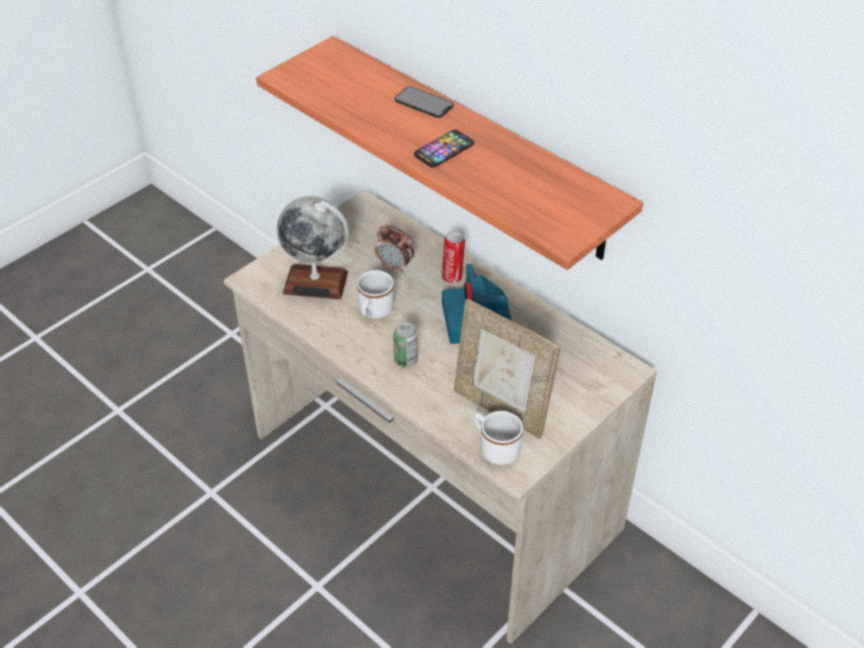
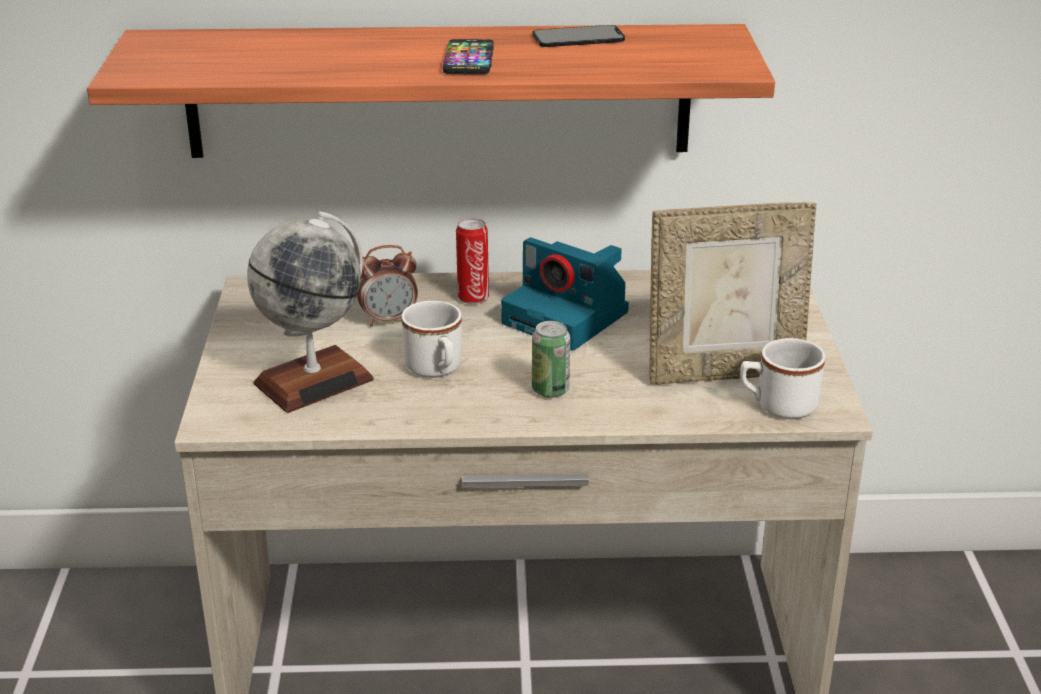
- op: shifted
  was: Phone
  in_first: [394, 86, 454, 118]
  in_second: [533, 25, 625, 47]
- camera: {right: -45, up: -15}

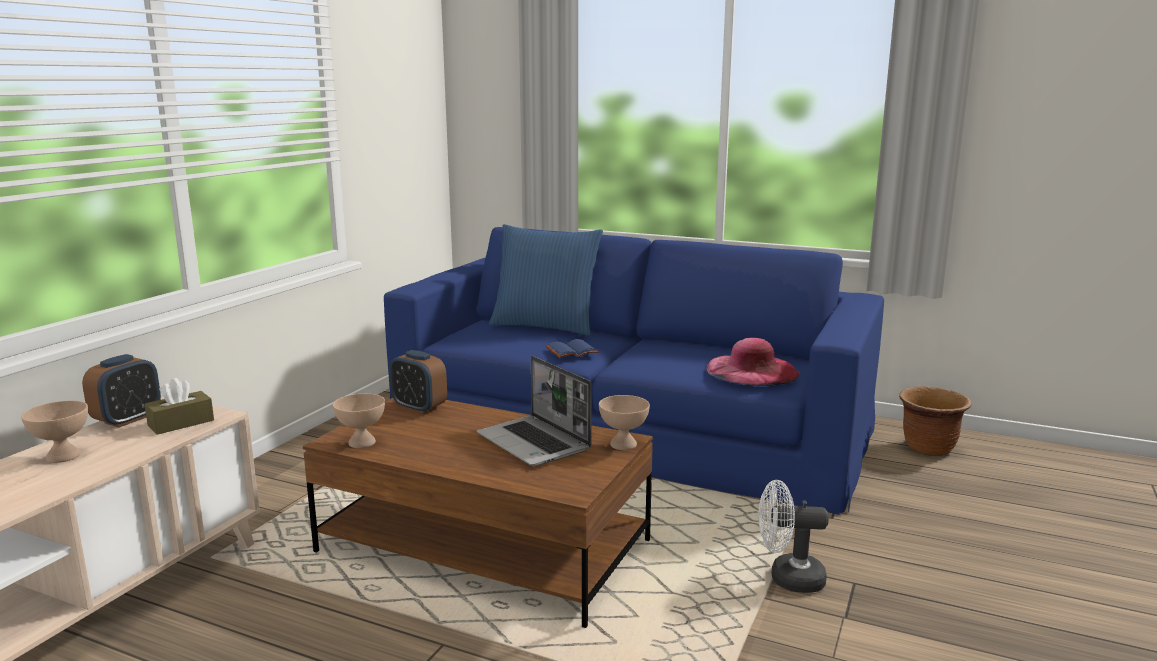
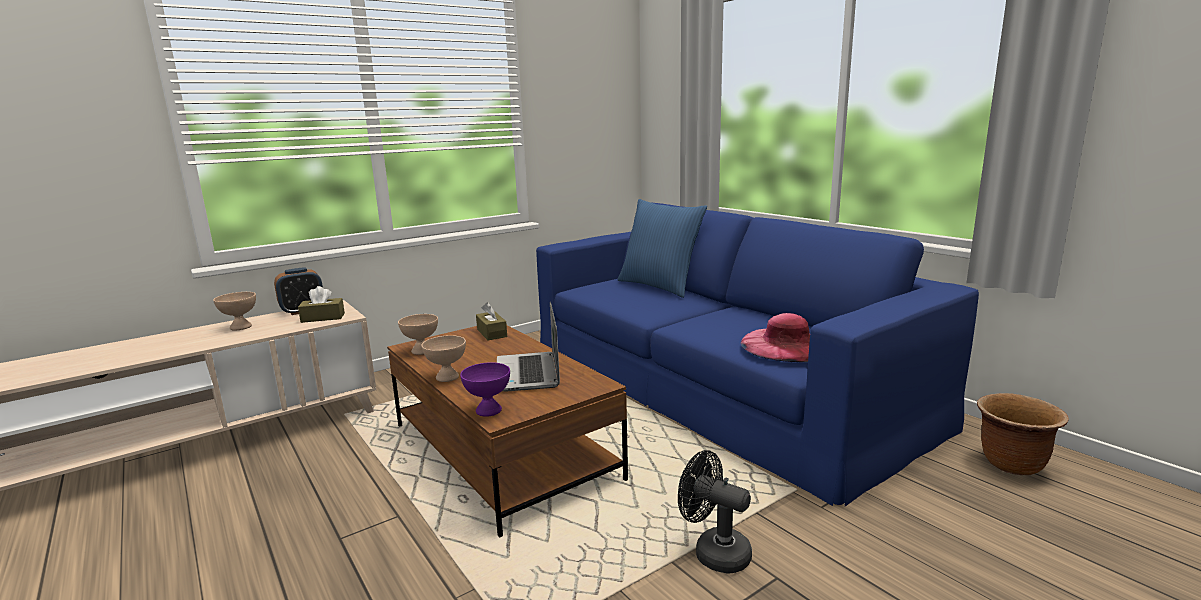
- op: gone
  was: BlueBook
  in_first: [546, 339, 599, 358]
- op: new
  now: PurpleBowl
  in_second: [460, 362, 510, 417]
- op: shifted
  was: BeigeBowl
  in_first: [599, 395, 650, 450]
  in_second: [421, 335, 466, 382]
- op: swapped
  was: AlarmClock
  now: BrownTissueBox
  in_first: [389, 350, 447, 414]
  in_second: [476, 302, 507, 340]
- op: repainted
  was: WhiteFan
  now: BlackFan
  in_first: [758, 480, 829, 593]
  in_second: [678, 450, 752, 574]
- camera: {right: 30, up: 0}

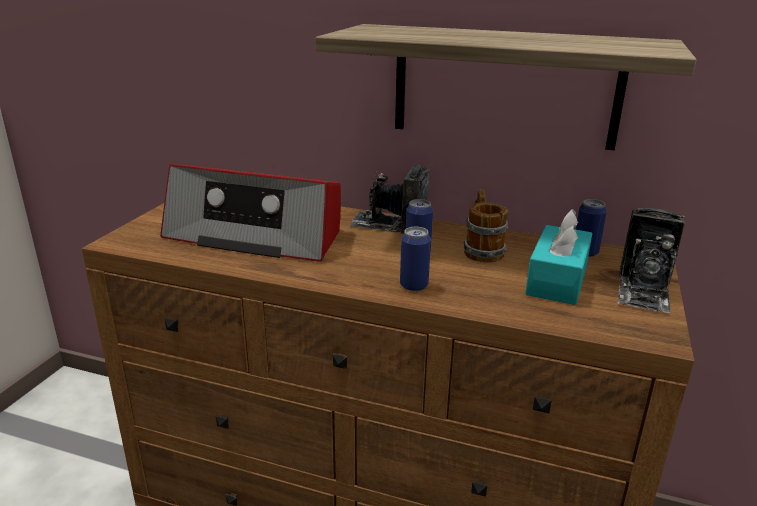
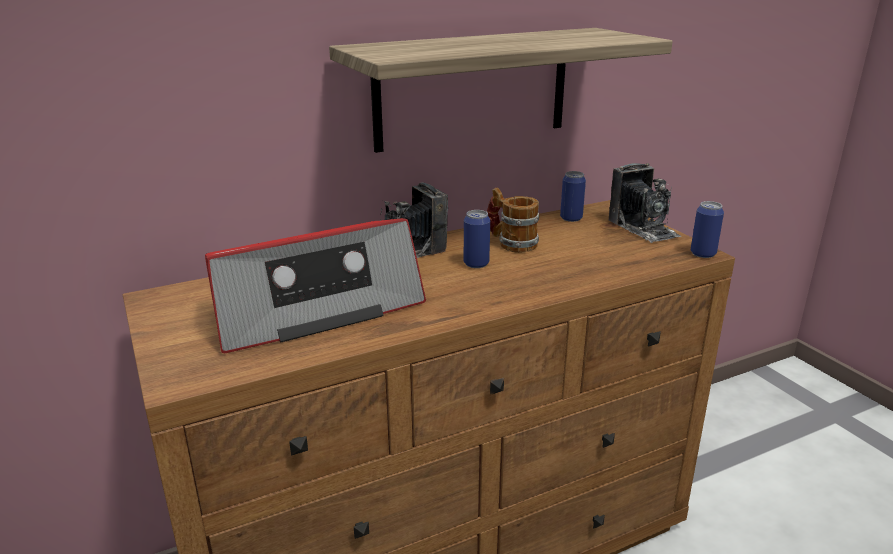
- op: gone
  was: TurquoiseTissueBox
  in_first: [525, 209, 593, 305]
- op: shifted
  was: Can
  in_first: [400, 227, 431, 291]
  in_second: [691, 201, 724, 258]
- camera: {right: -45, up: 0}

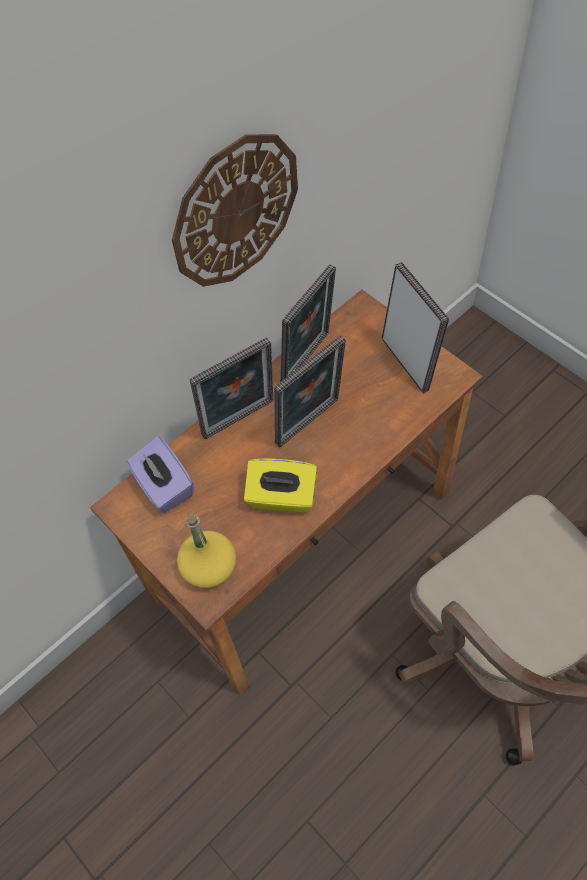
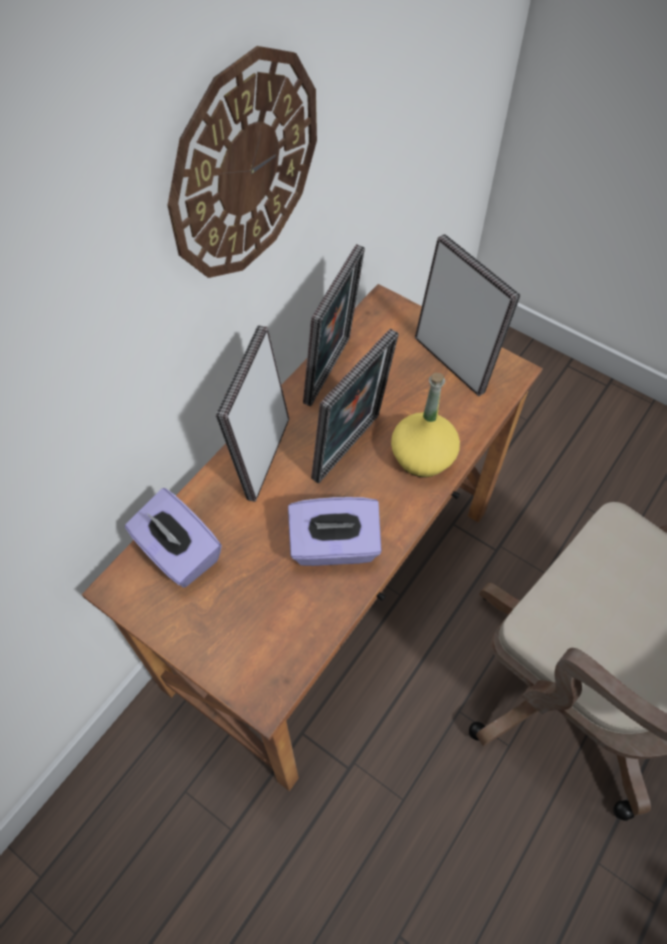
- op: shifted
  was: YellowBottle
  in_first: [177, 515, 236, 588]
  in_second: [391, 373, 460, 477]
- op: repainted
  was: YellowTissueBox
  now: PurpleTissueBox
  in_first: [244, 459, 317, 513]
  in_second: [288, 497, 382, 566]
- op: rotated
  was: PictureFrame
  in_first: [190, 337, 273, 439]
  in_second: [216, 325, 289, 502]
  clockwise: 150
- camera: {right: -15, up: 0}

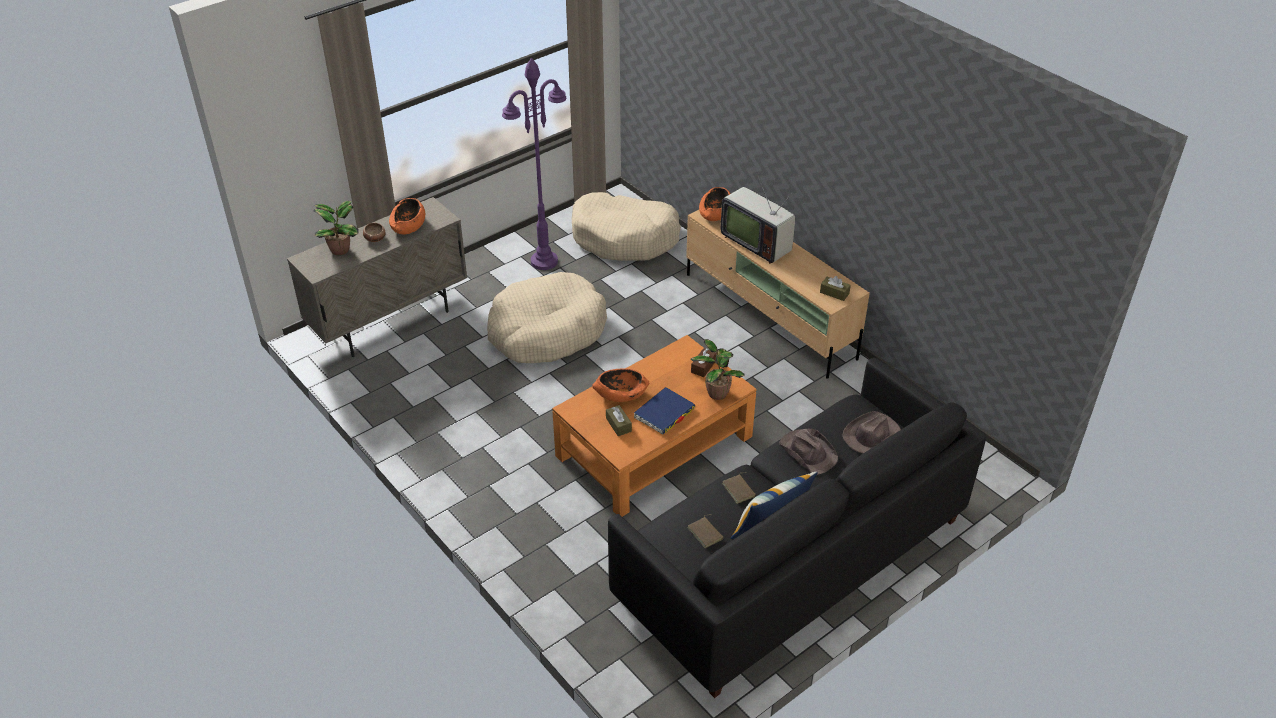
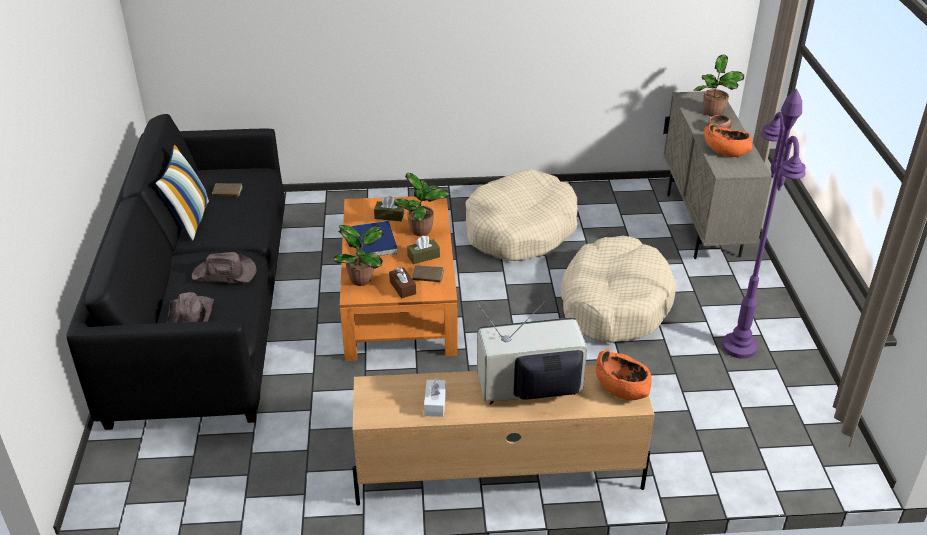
- op: new
  now: WhiteTissueBox
  in_second: [424, 378, 446, 417]
- op: shifted
  was: BeigeDogBed
  in_first: [572, 192, 681, 261]
  in_second: [465, 169, 578, 261]
- op: shifted
  was: BrownBook
  in_first: [722, 473, 756, 504]
  in_second: [412, 265, 444, 284]
- op: shifted
  was: BrownTissueBox
  in_first: [820, 276, 851, 301]
  in_second: [407, 236, 440, 264]
- op: swapped
  was: OrangeBowl
  now: PottedPlant
  in_first: [592, 369, 649, 402]
  in_second: [394, 173, 449, 236]
- camera: {right: 125, up: -5}

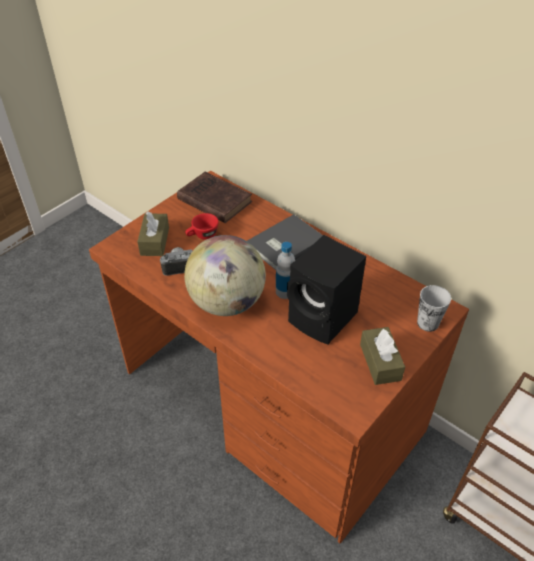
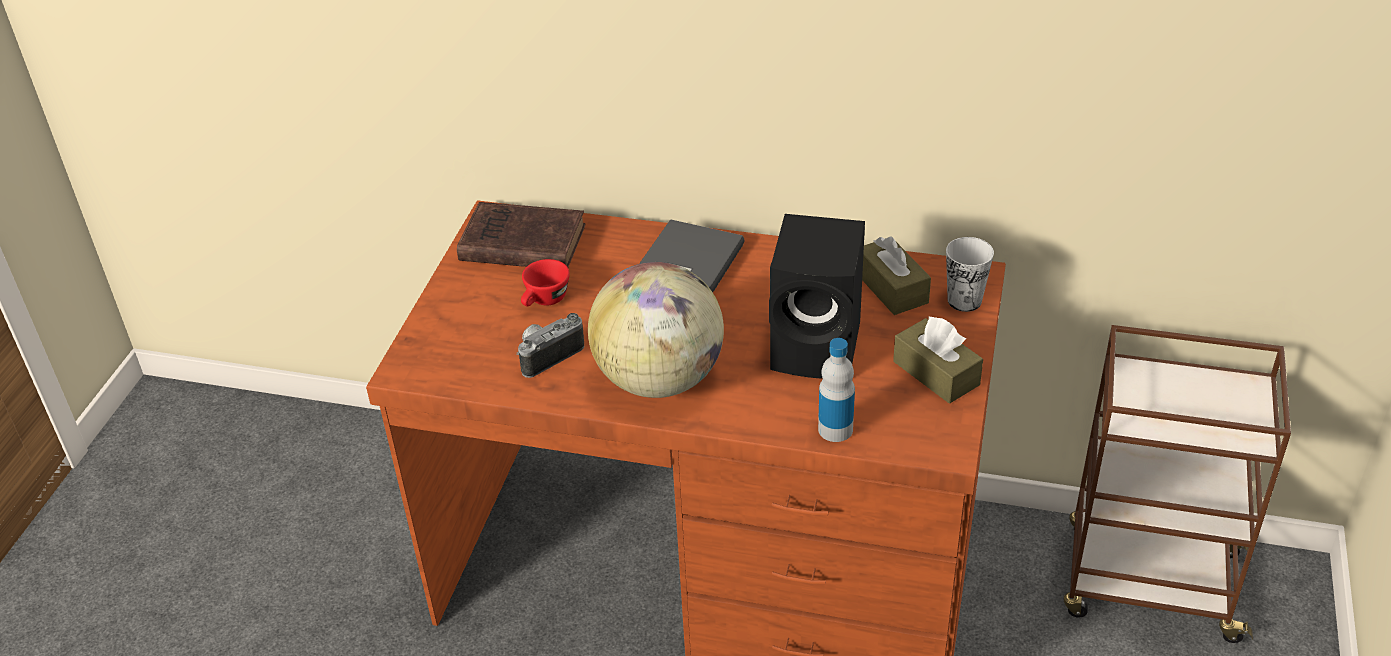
- op: shifted
  was: BrownTissueBox
  in_first: [137, 211, 169, 256]
  in_second: [862, 236, 931, 315]
- op: shifted
  was: Bottle
  in_first: [276, 242, 295, 299]
  in_second: [818, 338, 855, 442]
- camera: {right: -25, up: -5}

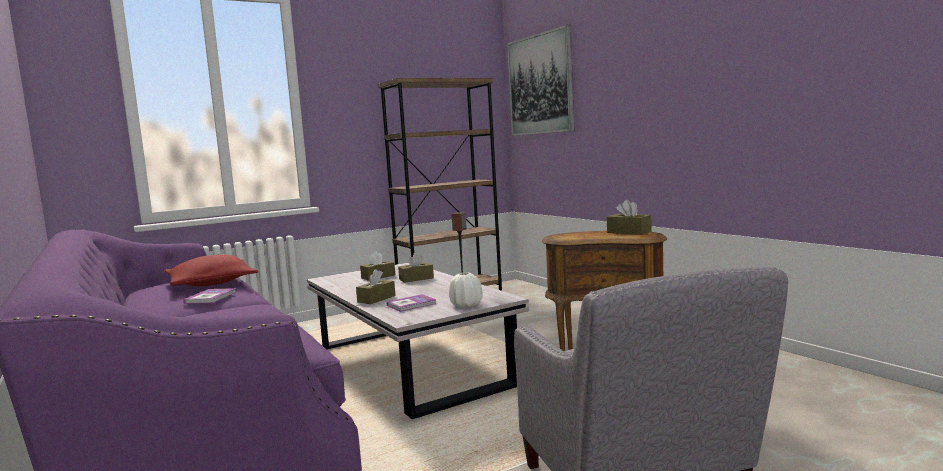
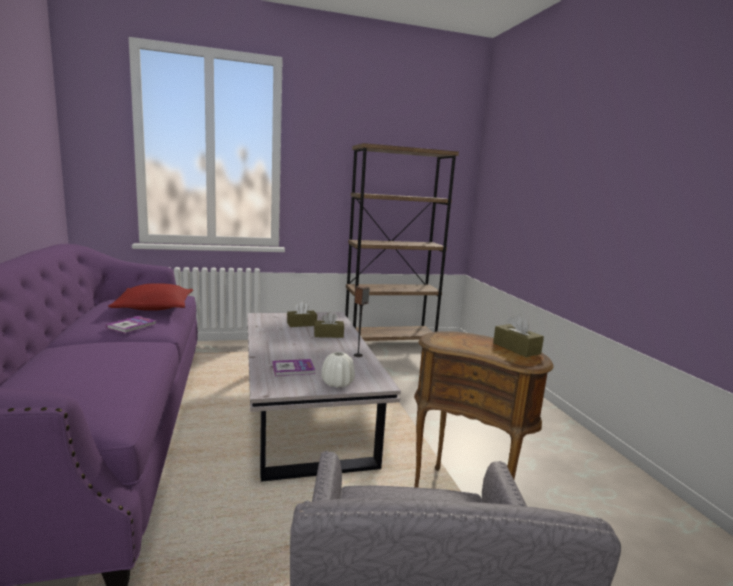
- op: gone
  was: BrownTissueBox
  in_first: [356, 269, 395, 304]
- op: gone
  was: Picture
  in_first: [507, 25, 574, 136]
- camera: {right: 15, up: 5}

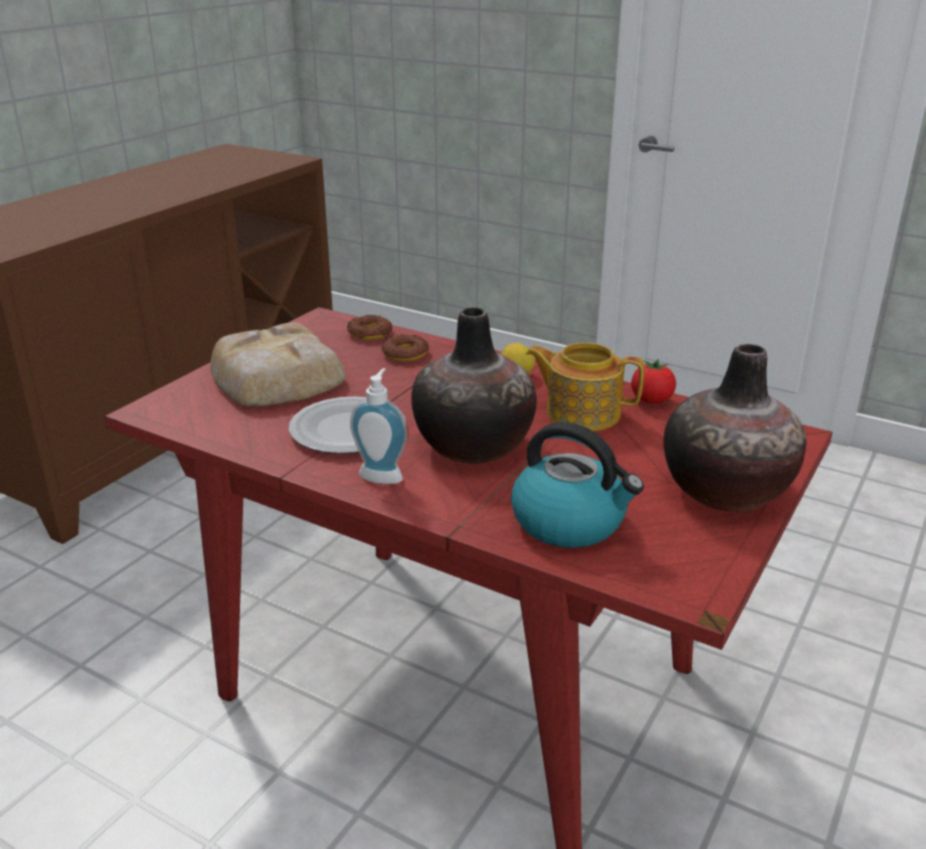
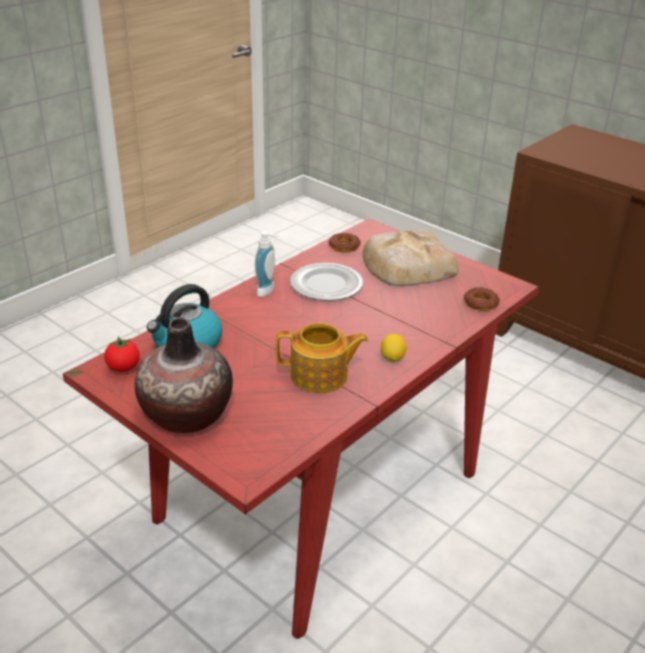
- op: gone
  was: Vase
  in_first: [411, 307, 537, 464]
- op: shifted
  was: Donut
  in_first: [381, 334, 429, 362]
  in_second: [329, 233, 360, 253]
- op: shifted
  was: Tomato
  in_first: [631, 359, 676, 404]
  in_second: [104, 337, 140, 372]
- op: rotated
  was: Teapot
  in_first: [526, 342, 644, 431]
  in_second: [276, 323, 368, 393]
  clockwise: 60
- camera: {right: 100, up: 5}

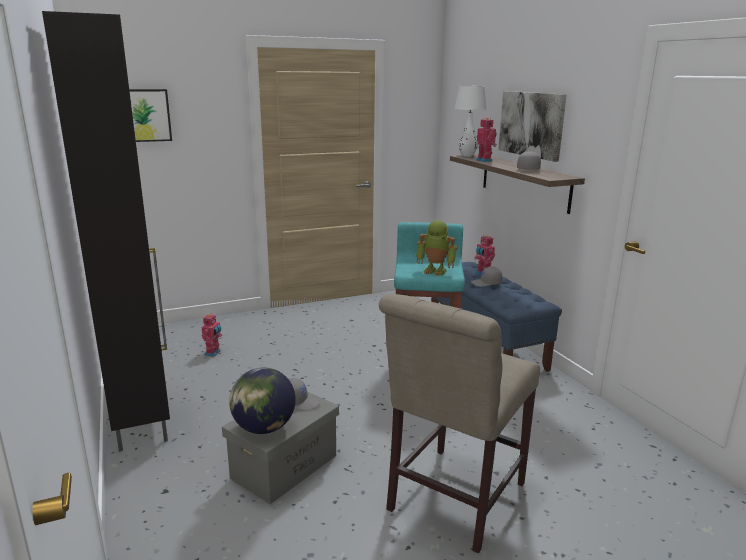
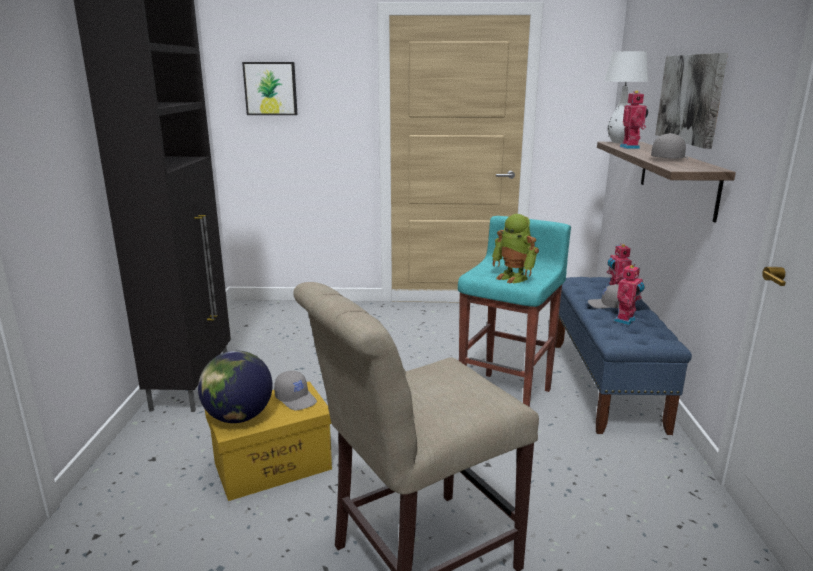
- op: shifted
  was: ToyRobot
  in_first: [202, 314, 222, 357]
  in_second: [614, 264, 645, 325]
- op: repainted
  was: GreyStorageBox
  now: YellowStorageBox
  in_first: [222, 392, 339, 504]
  in_second: [205, 382, 332, 501]
- camera: {right: 25, up: 0}

